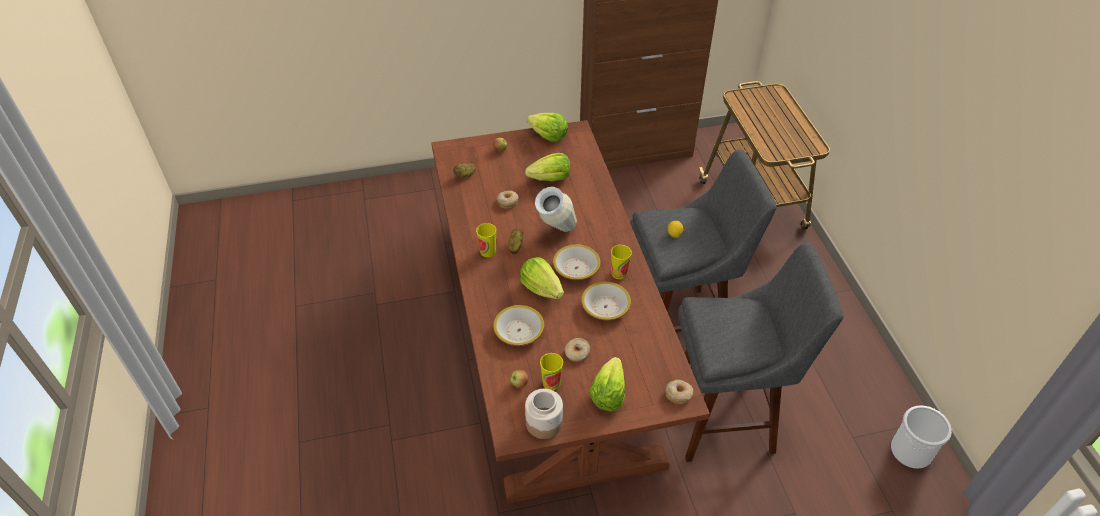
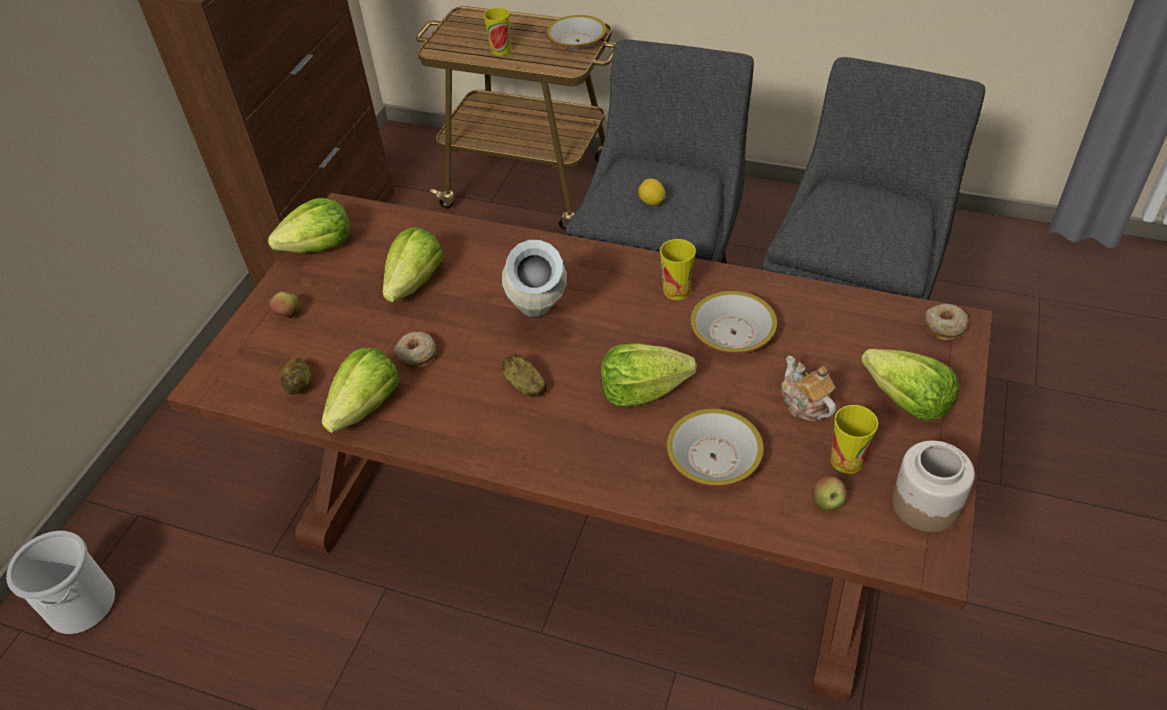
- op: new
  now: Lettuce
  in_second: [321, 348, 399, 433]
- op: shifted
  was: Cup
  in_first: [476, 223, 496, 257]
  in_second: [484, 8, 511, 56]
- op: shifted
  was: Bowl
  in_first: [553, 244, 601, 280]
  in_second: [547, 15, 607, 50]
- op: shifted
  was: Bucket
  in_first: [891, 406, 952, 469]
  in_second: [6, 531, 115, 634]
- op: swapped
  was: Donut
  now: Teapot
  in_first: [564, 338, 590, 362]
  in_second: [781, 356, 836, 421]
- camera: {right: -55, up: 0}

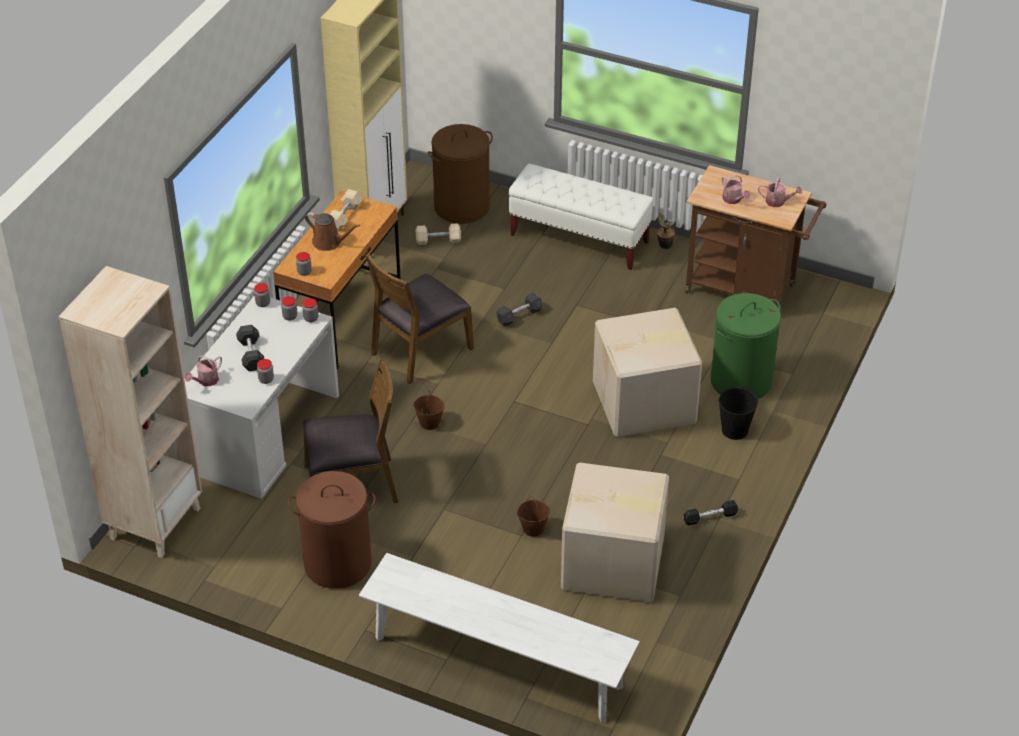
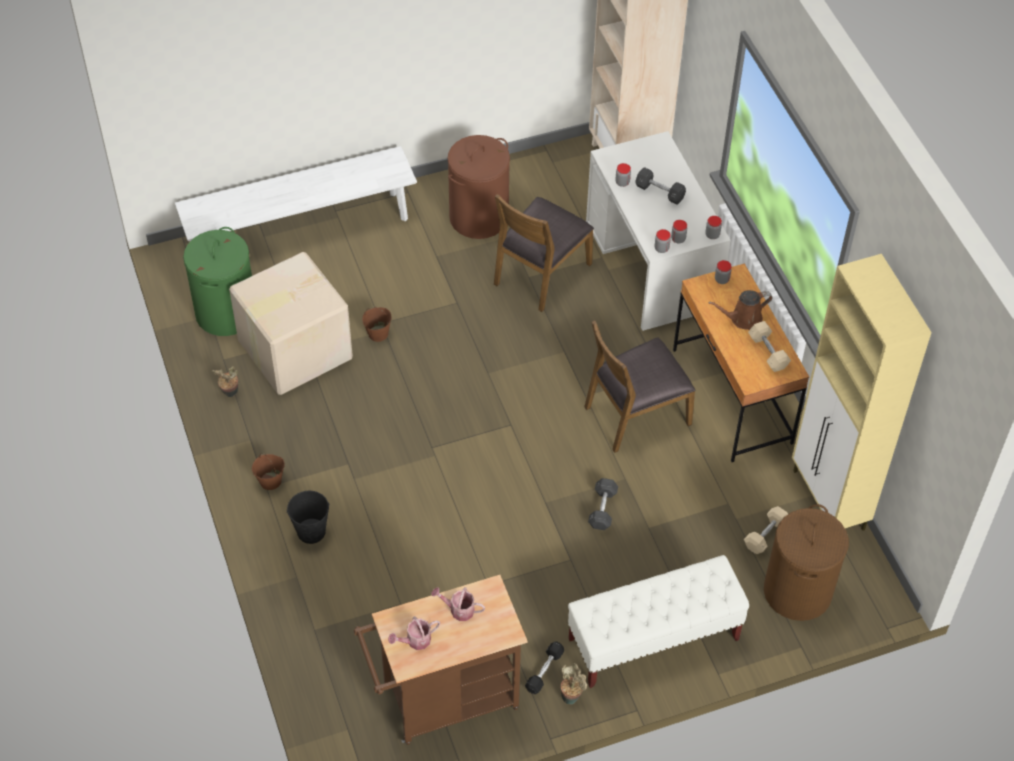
- op: gone
  was: WateringCan
  in_first: [185, 355, 222, 386]
- op: gone
  was: CardboardBox
  in_first: [593, 308, 702, 437]
- op: new
  now: PottedPlant
  in_second: [212, 366, 238, 397]
- op: shifted
  was: BrownBucket
  in_first: [413, 390, 445, 430]
  in_second: [252, 453, 285, 490]
- op: shifted
  was: BlackDumbbell
  in_first: [683, 500, 738, 525]
  in_second: [525, 641, 564, 694]
- op: shifted
  was: GreenLaundryBasket
  in_first: [711, 293, 781, 399]
  in_second: [183, 227, 252, 336]
- op: rotated
  was: BrownChair
  in_first: [365, 253, 474, 384]
  in_second: [584, 320, 696, 453]
  clockwise: -120
- camera: {right: 135, up: 10}

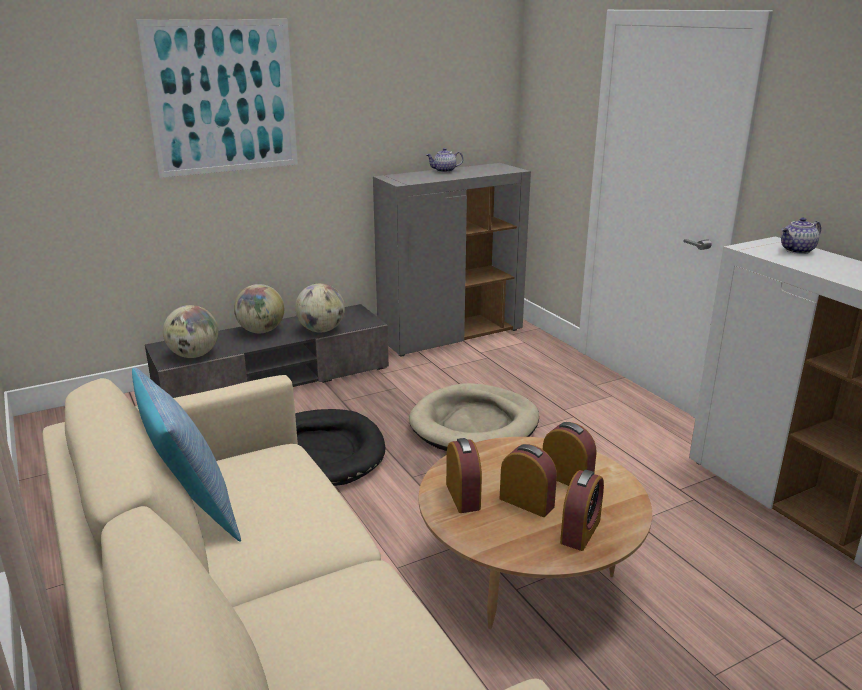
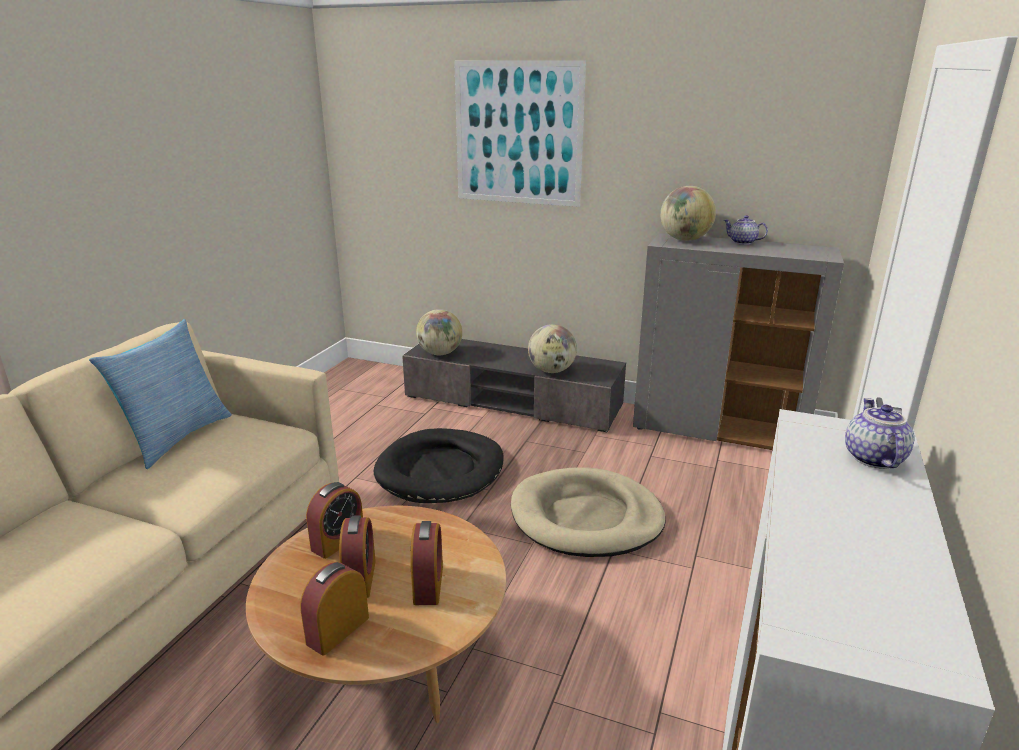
- op: shifted
  was: Globe
  in_first: [234, 284, 284, 333]
  in_second: [660, 186, 716, 241]
- op: rotated
  was: AlarmClock
  in_first: [560, 470, 604, 551]
  in_second: [300, 562, 369, 656]
  clockwise: 135
- op: rotated
  was: Teapot
  in_first: [781, 217, 821, 254]
  in_second: [845, 398, 914, 469]
  clockwise: 75
- camera: {right: 50, up: 0}

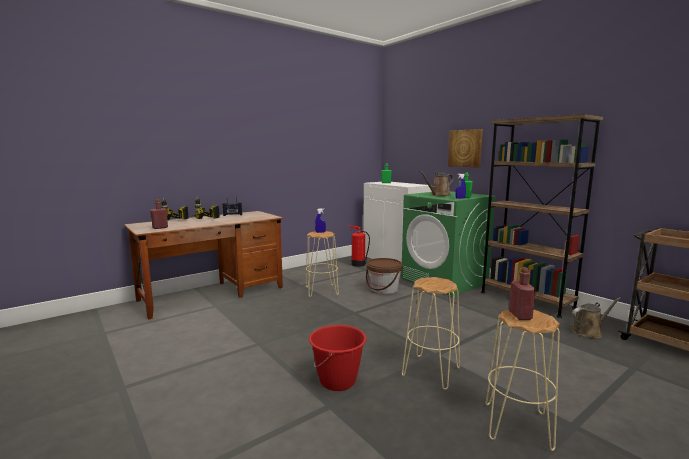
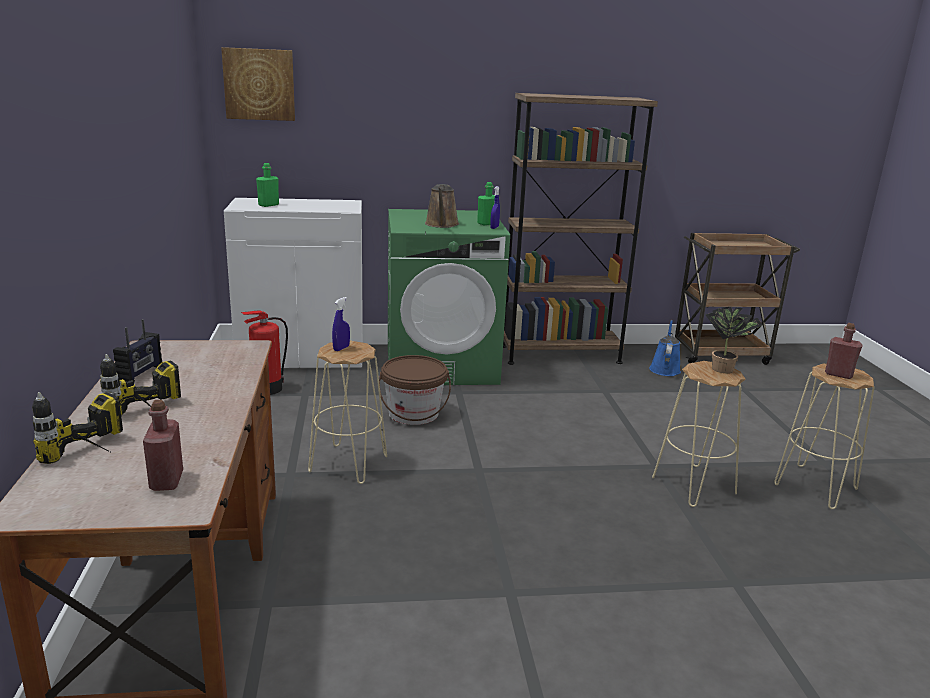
- op: gone
  was: RedBucket
  in_first: [309, 325, 366, 391]
- op: new
  now: PottedPlant
  in_second: [706, 307, 763, 373]
- op: shifted
  was: Picture
  in_first: [448, 129, 483, 167]
  in_second: [221, 47, 295, 121]
- op: repainted
  was: BrownWateringCan
  now: BlueWateringCan
  in_first: [572, 297, 621, 338]
  in_second: [649, 320, 681, 376]
- camera: {right: -60, up: 10}

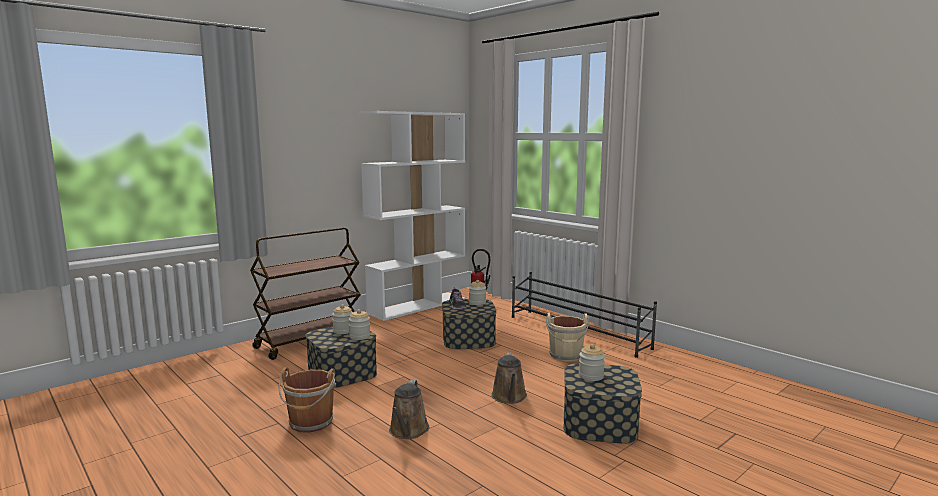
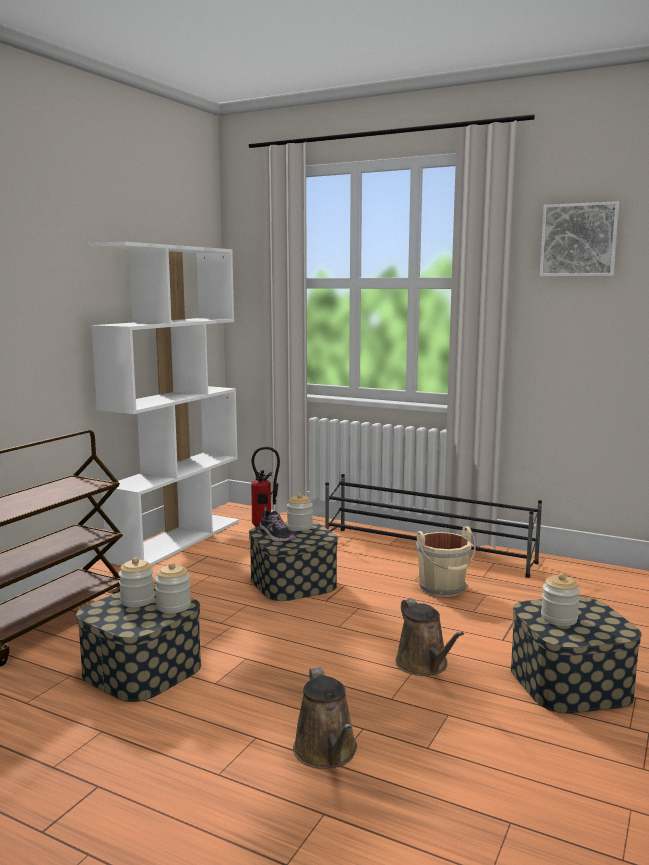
- op: gone
  was: BrownBucket
  in_first: [278, 367, 336, 433]
- op: new
  now: Picture
  in_second: [540, 201, 619, 276]
- camera: {right: -20, up: 0}

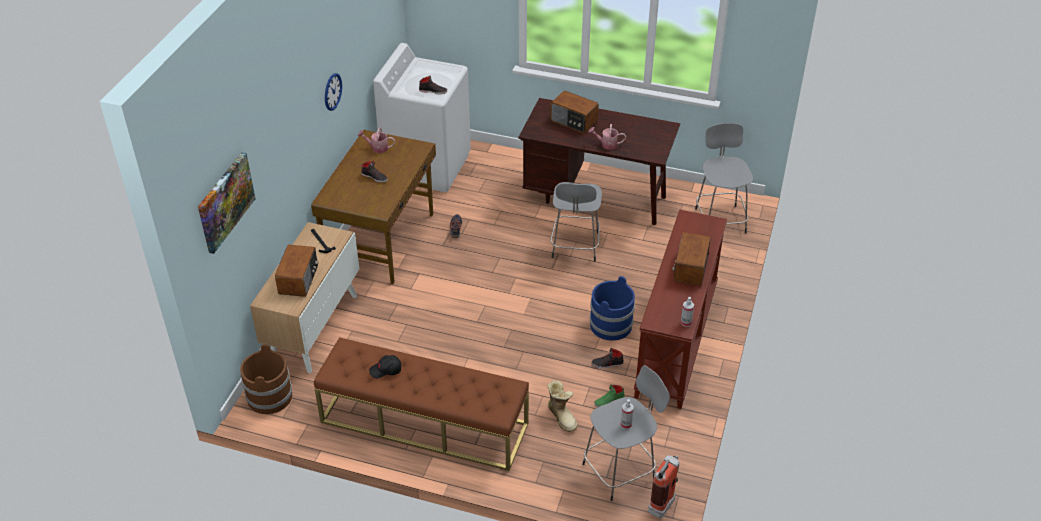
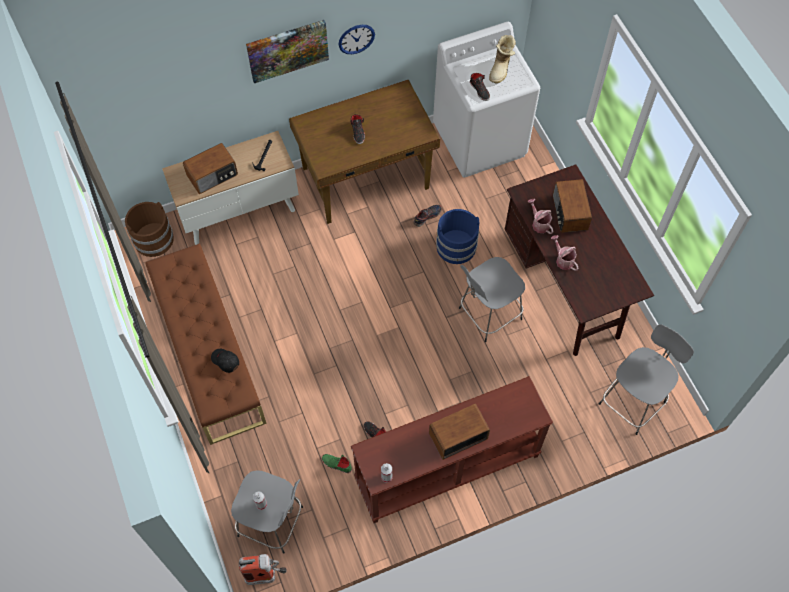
- op: shifted
  was: Picture
  in_first: [198, 152, 256, 254]
  in_second: [246, 20, 329, 83]
- op: shifted
  was: WateringCan
  in_first: [358, 128, 395, 153]
  in_second: [528, 199, 554, 234]
- op: shifted
  was: BlackCap
  in_first: [369, 355, 401, 379]
  in_second: [211, 349, 239, 373]
- op: shifted
  was: Boot
  in_first: [547, 380, 578, 432]
  in_second: [489, 35, 516, 84]
- op: shifted
  was: BlueBucket
  in_first: [590, 276, 635, 341]
  in_second: [436, 209, 479, 264]
- camera: {right: 50, up: 20}

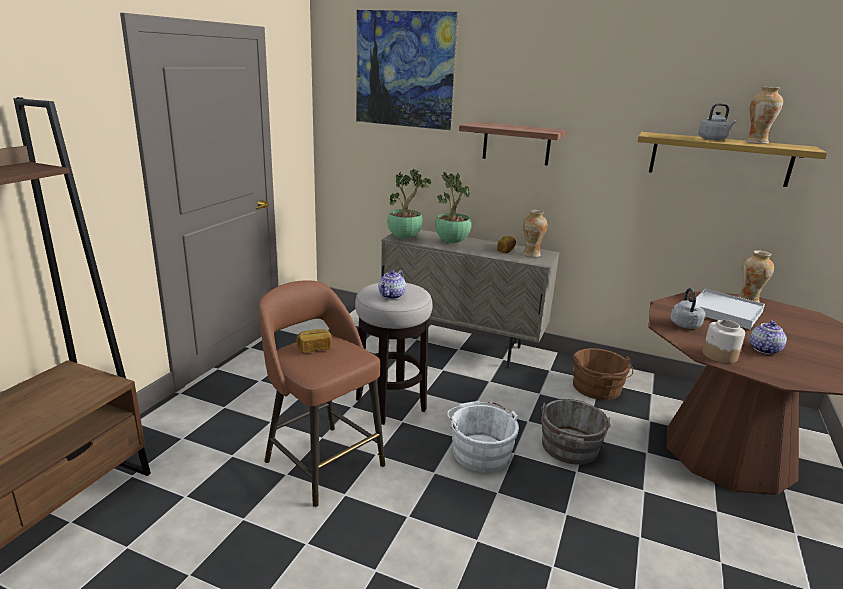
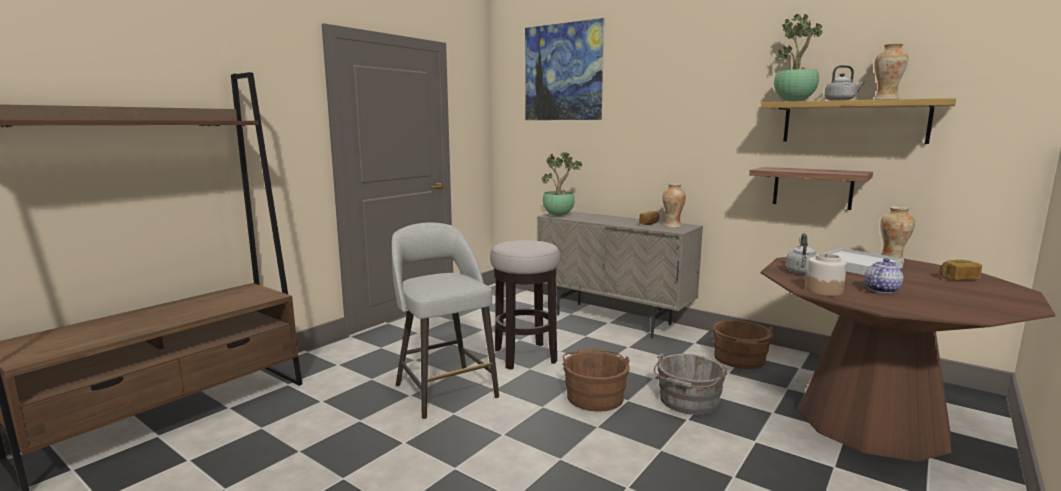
- op: gone
  was: Teapot
  in_first: [379, 270, 406, 299]
- op: shifted
  was: Bread
  in_first: [296, 329, 331, 353]
  in_second: [940, 260, 982, 280]
- op: shifted
  was: PottedPlant
  in_first: [435, 172, 471, 243]
  in_second: [774, 14, 822, 102]
- op: shifted
  was: Shelf
  in_first: [459, 122, 566, 166]
  in_second: [749, 167, 873, 210]
- op: repainted
  was: BrownStool
  now: GreyStool
  in_first: [259, 280, 385, 507]
  in_second: [392, 223, 499, 419]
- op: repainted
  was: WhiteBucket
  now: BrownBucket
  in_first: [447, 401, 519, 472]
  in_second: [563, 349, 629, 411]
- camera: {right: 15, up: -10}

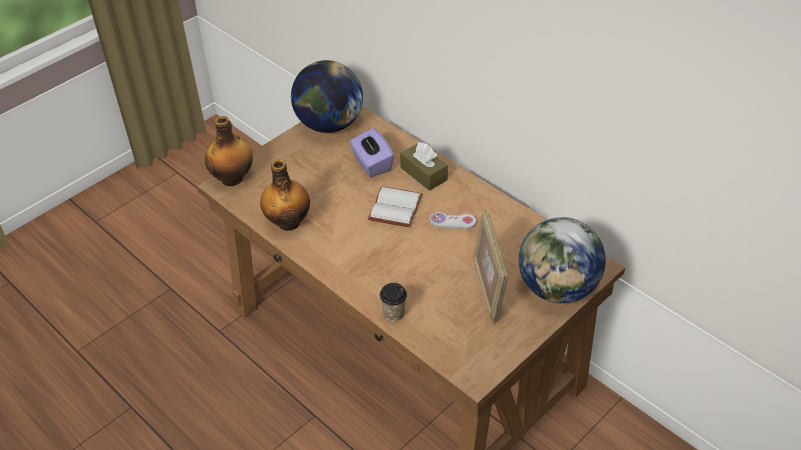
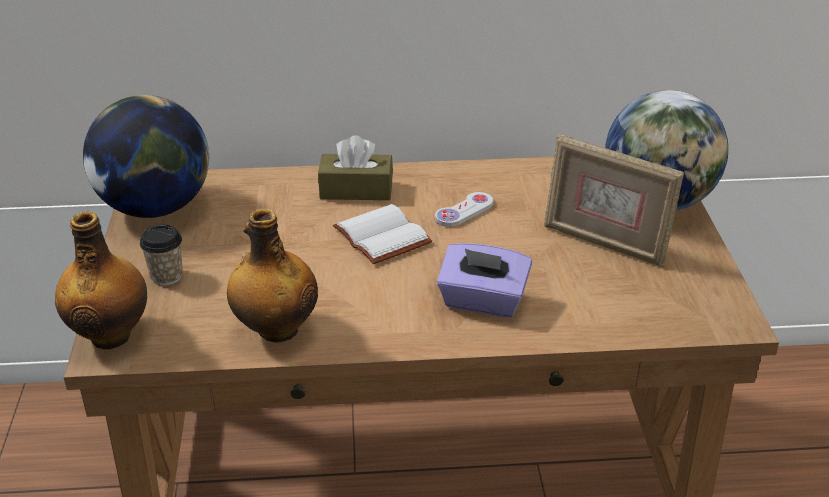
- op: shifted
  was: PurpleTissueBox
  in_first: [349, 128, 394, 177]
  in_second: [437, 243, 532, 318]
- op: shifted
  was: Cup
  in_first: [380, 283, 407, 321]
  in_second: [140, 224, 183, 286]
- camera: {right: -50, up: -10}

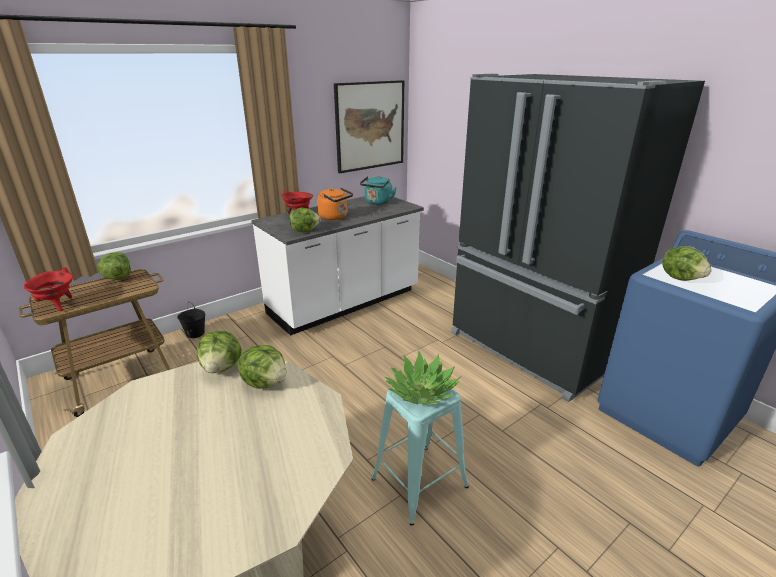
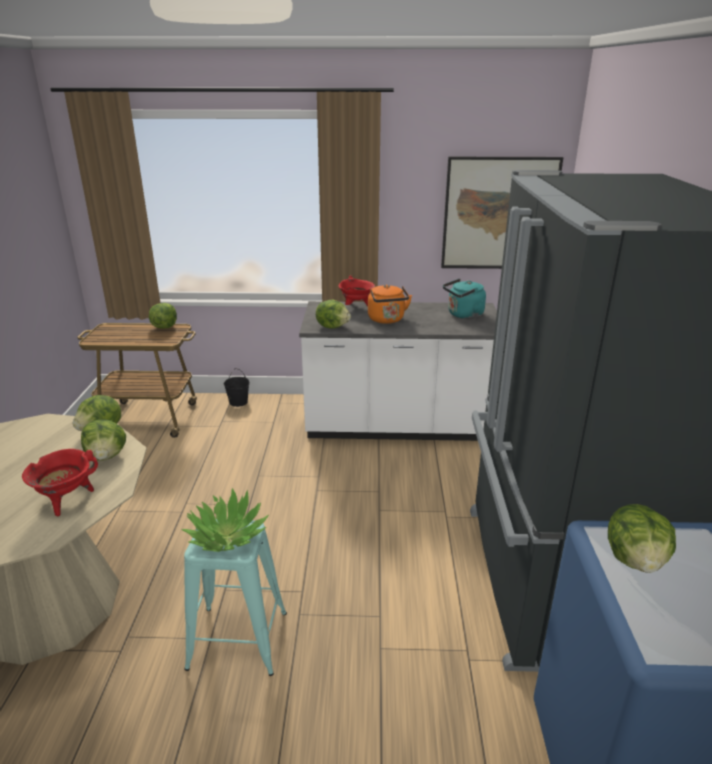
- op: shifted
  was: RedCookingPot
  in_first: [24, 267, 73, 311]
  in_second: [22, 449, 98, 516]
- camera: {right: 40, up: 0}

